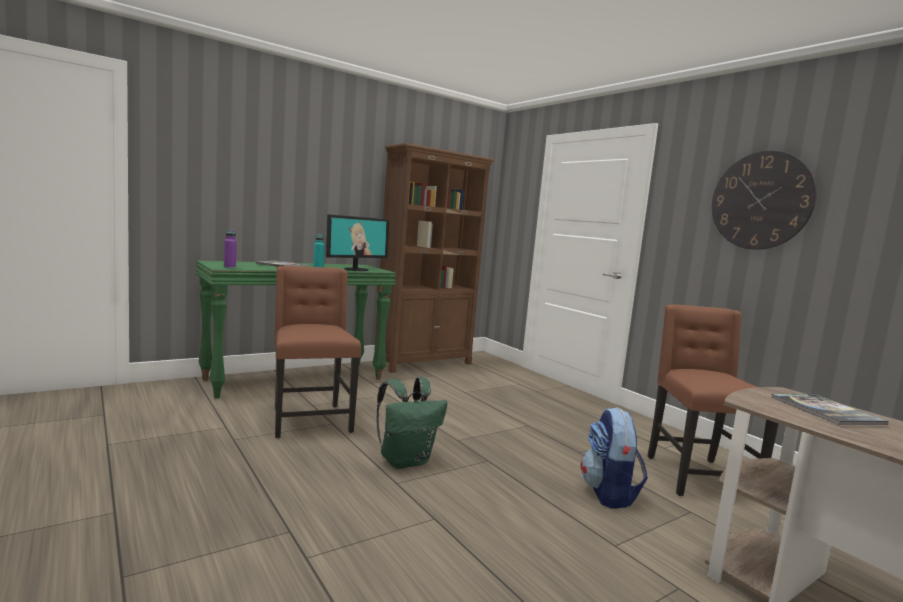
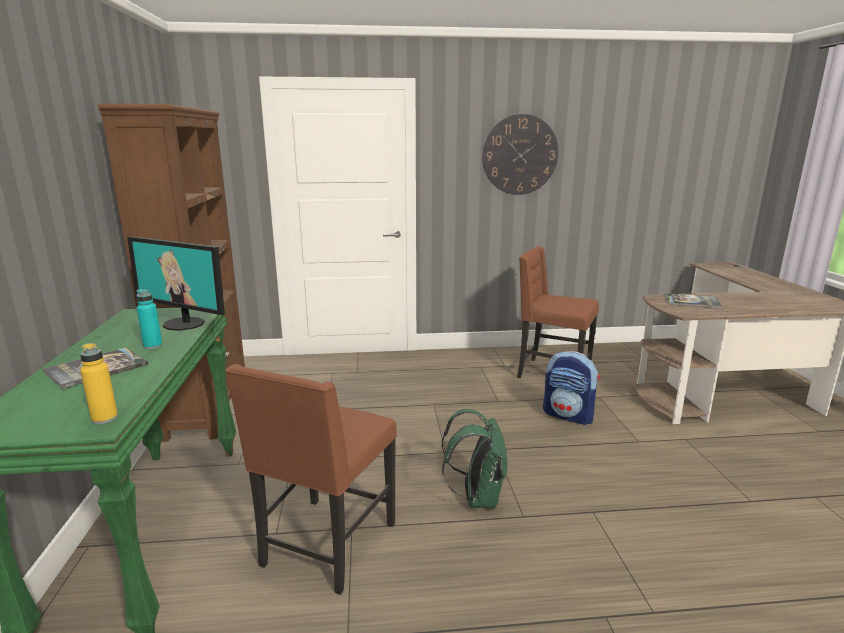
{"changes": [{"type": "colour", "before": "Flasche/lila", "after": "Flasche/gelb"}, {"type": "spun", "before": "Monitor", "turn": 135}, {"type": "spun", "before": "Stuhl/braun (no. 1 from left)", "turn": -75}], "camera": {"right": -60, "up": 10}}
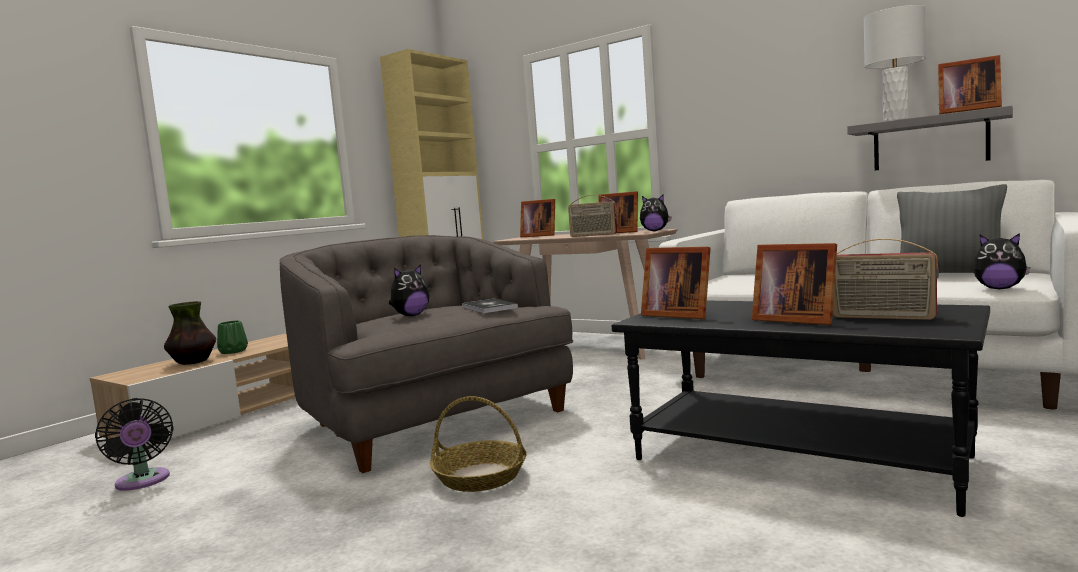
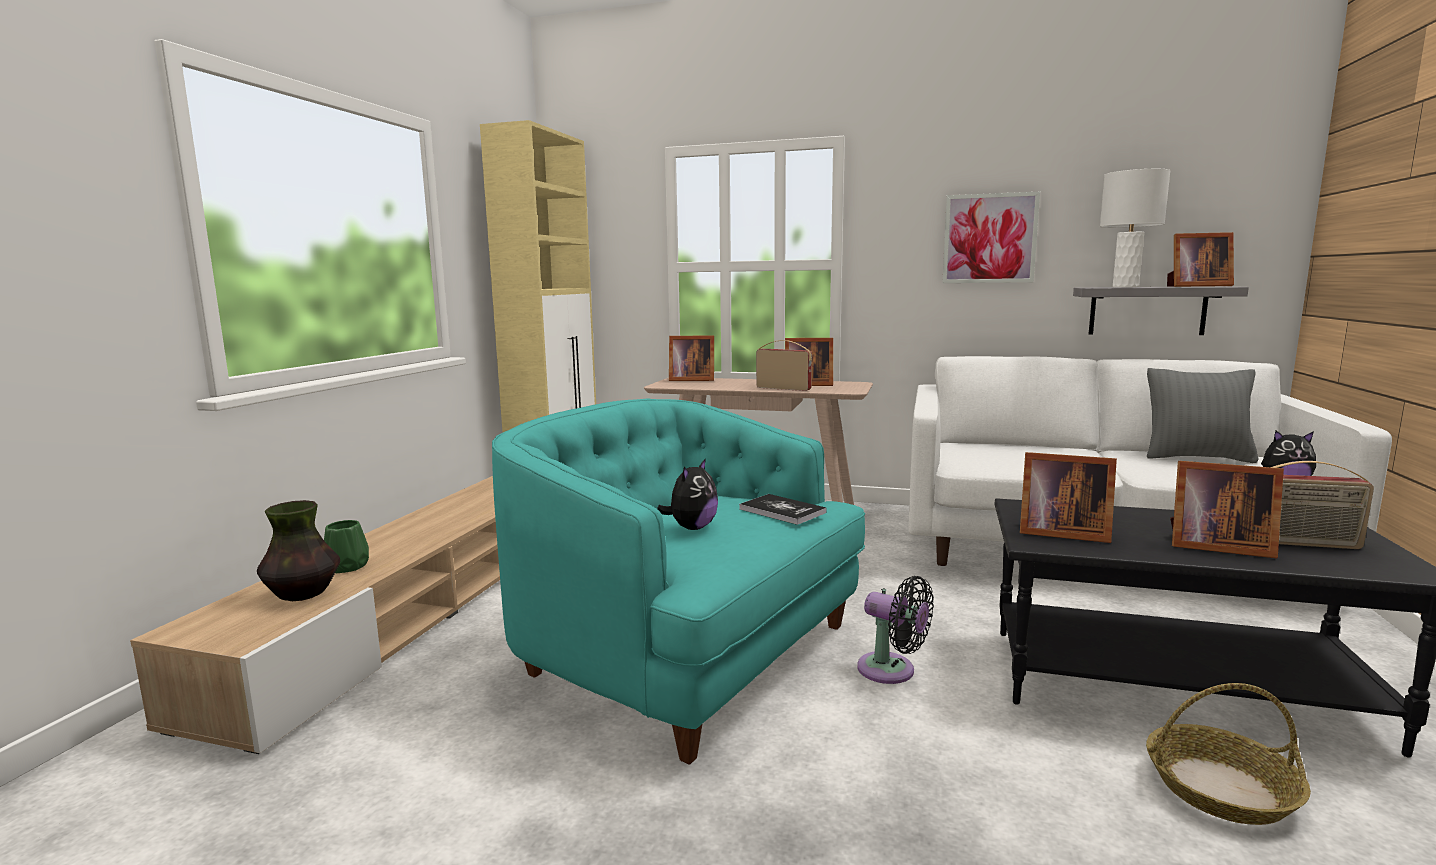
{"changes": [{"type": "colour", "before": "Sessel/grau", "after": "Sessel/türkis"}, {"type": "spun", "before": "Radio (no. 1 from left)", "turn": -150}, {"type": "relocated", "before": "Ventilator/schwarz"}, {"type": "appeared", "after": "Bild"}, {"type": "relocated", "before": "Korb"}, {"type": "missing", "before": "Plüschtier (no. 2 from left)"}], "camera": {"right": -20, "up": 5}}
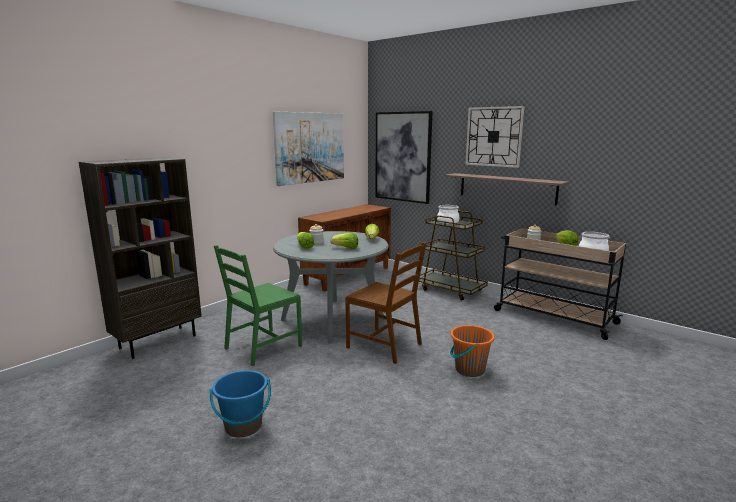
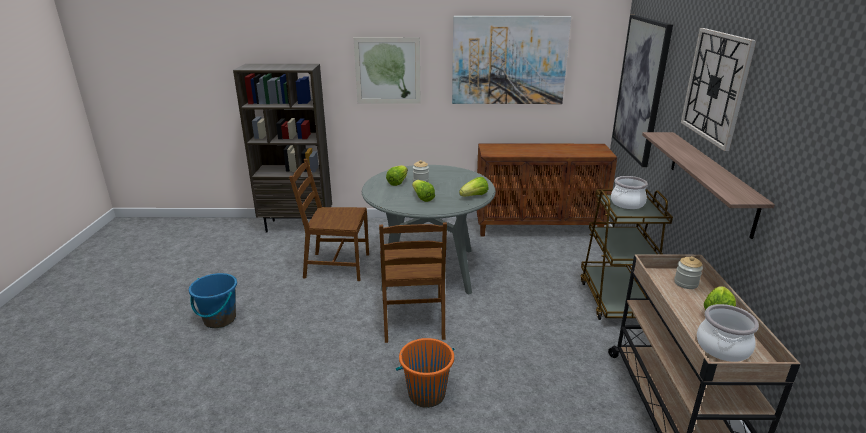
{"changes": [{"type": "colour", "before": "Stuhl/grün", "after": "Stuhl/braun (no. 1 from left)"}, {"type": "appeared", "after": "Bild (no. 1 from left)"}], "camera": {"right": 50, "up": 10}}
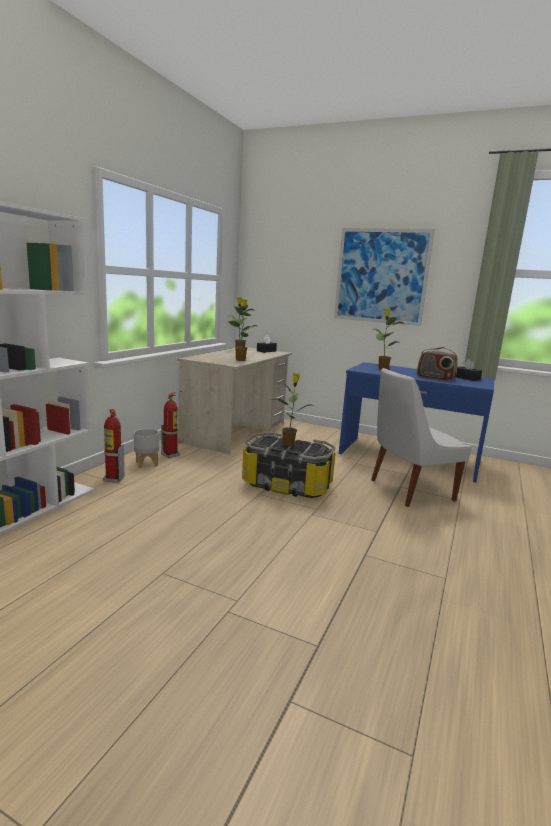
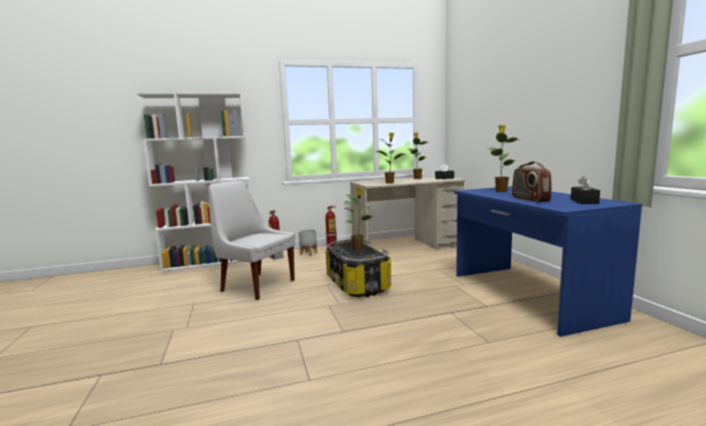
{"changes": [{"type": "relocated", "before": "Stuhl/weiß"}, {"type": "missing", "before": "Bild"}], "camera": {"right": 50, "up": -5}}
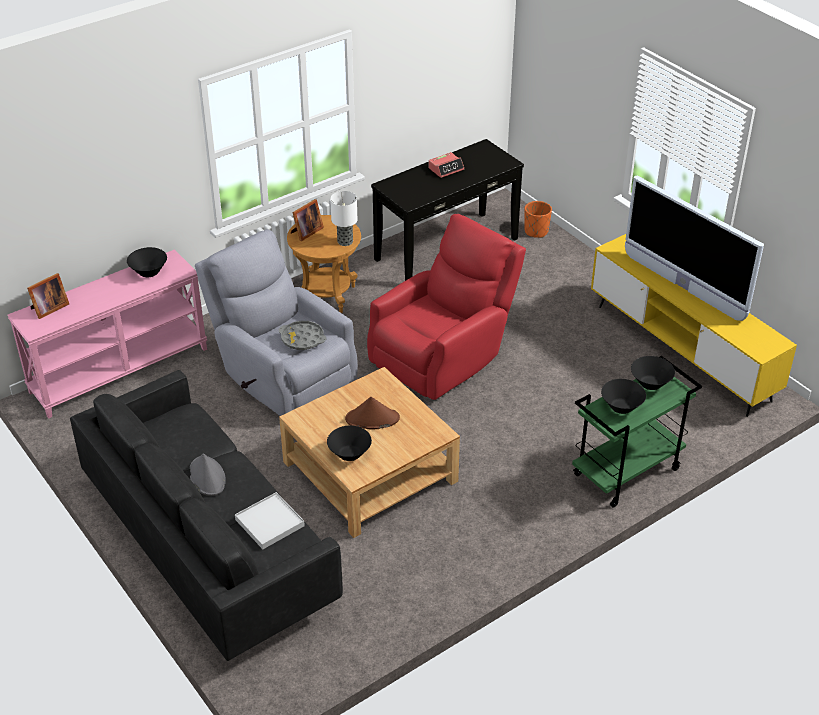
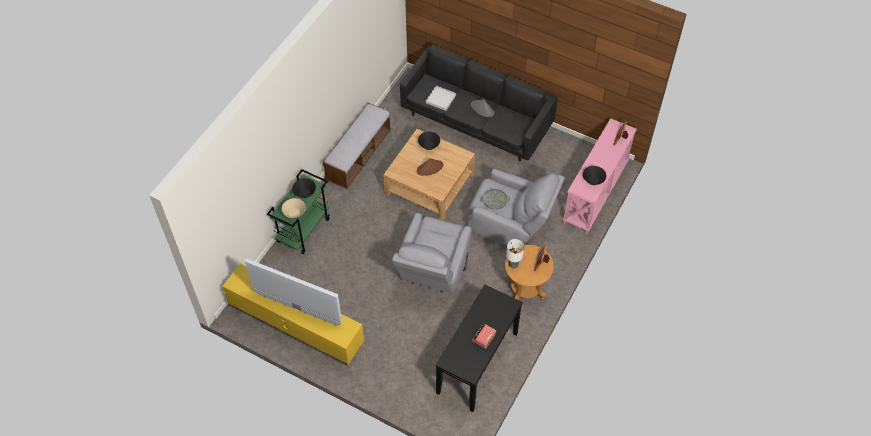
{"changes": [{"type": "colour", "before": "Schüssel/schwarz (no. 4 from left)", "after": "Schüssel/beige"}, {"type": "appeared", "after": "Bank"}, {"type": "colour", "before": "Sessel/rot", "after": "Sessel/grau (no. 1 from left)"}, {"type": "missing", "before": "Pflanzkübel/orange"}], "camera": {"right": 155, "up": 15}}
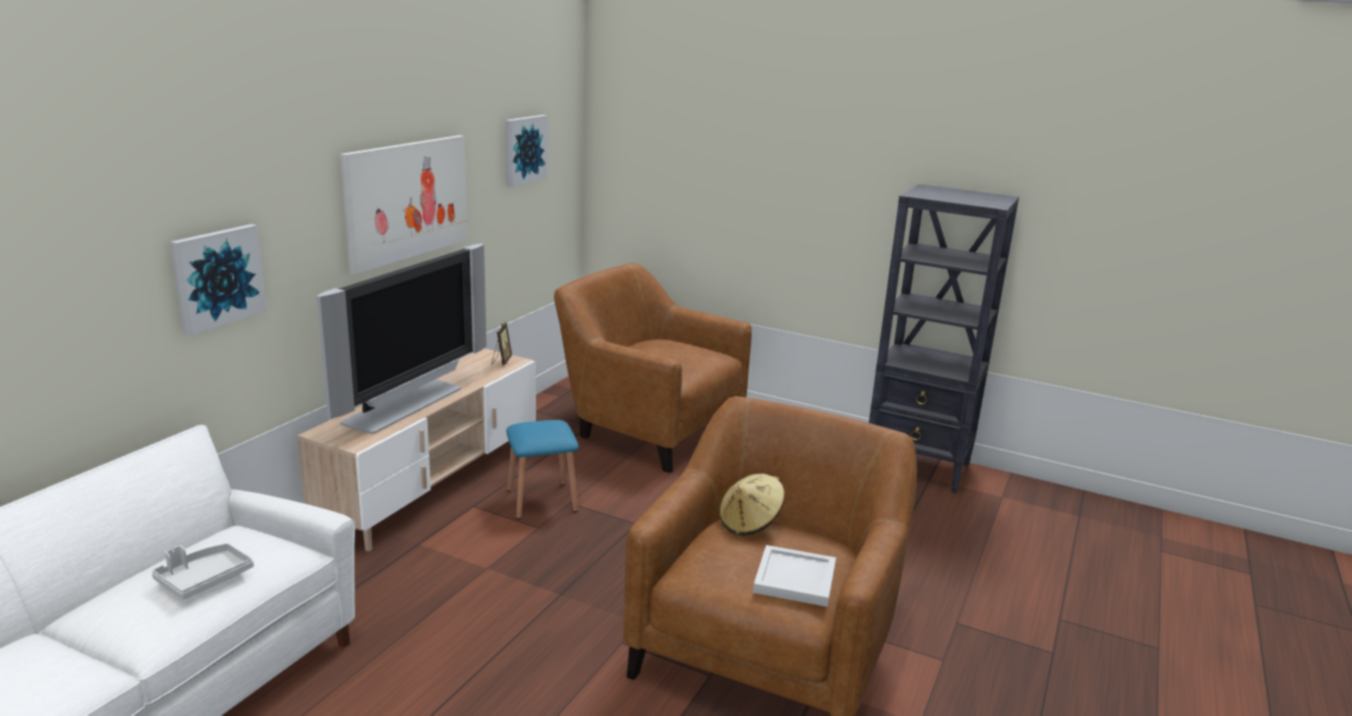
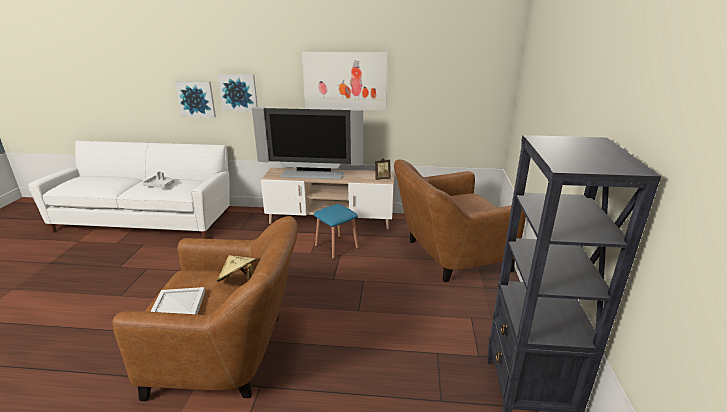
{"changes": [{"type": "relocated", "before": "Bild (no. 3 from left in the first image)", "after": "Bild (no. 1 from left)"}, {"type": "spun", "before": "Sessel/braun (no. 1 from left in the first image)", "turn": -120}], "camera": {"right": 70, "up": 5}}
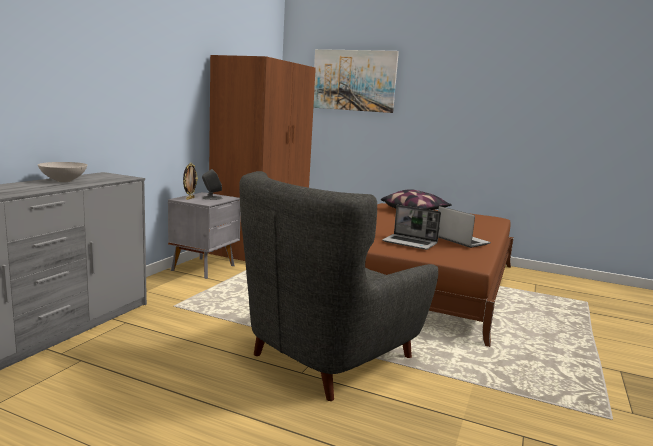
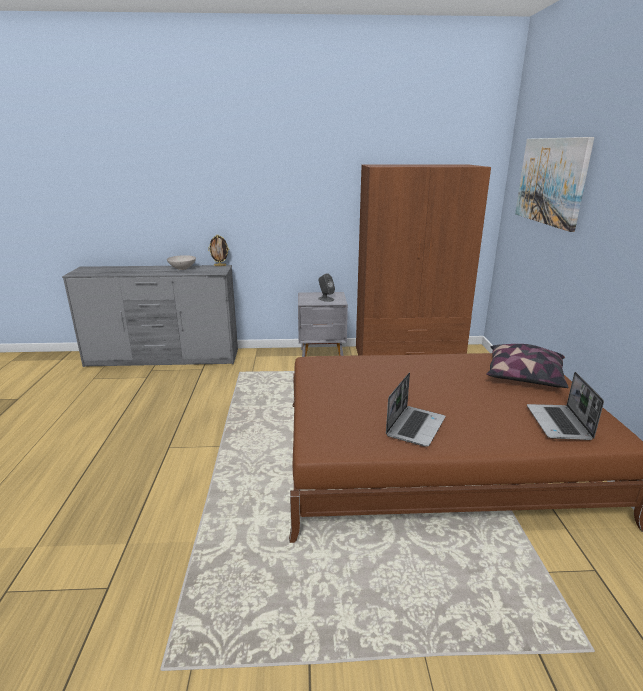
{"changes": [{"type": "relocated", "before": "Bilderrahmen"}, {"type": "relocated", "before": "Laptop (no. 1 from left in the first image)", "after": "Laptop (no. 2 from left)"}, {"type": "missing", "before": "Sessel/grau"}], "camera": {"right": 65, "up": 10}}
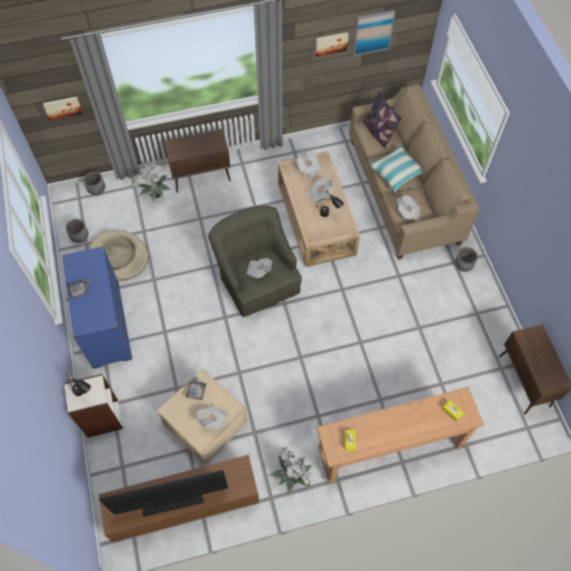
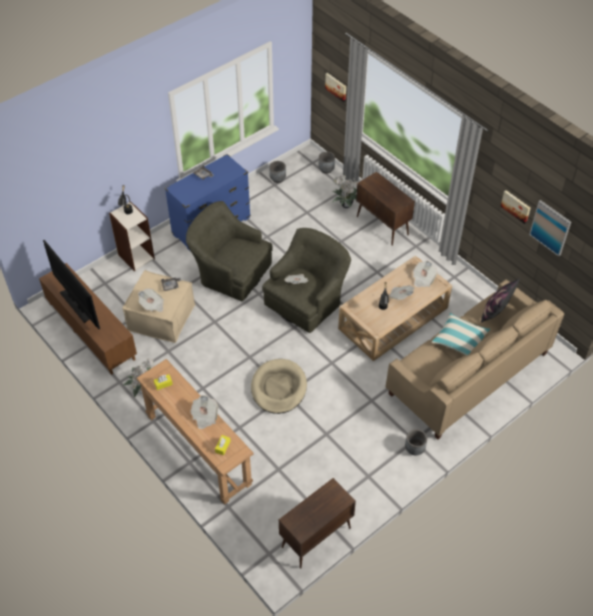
{"changes": [{"type": "appeared", "after": "Sessel/grün (no. 1 from left)"}, {"type": "relocated", "before": "Zeitung (no. 5 from left in the first image)", "after": "Zeitung (no. 2 from left)"}, {"type": "relocated", "before": "Hundebett/beige"}], "camera": {"right": 65, "up": -10}}
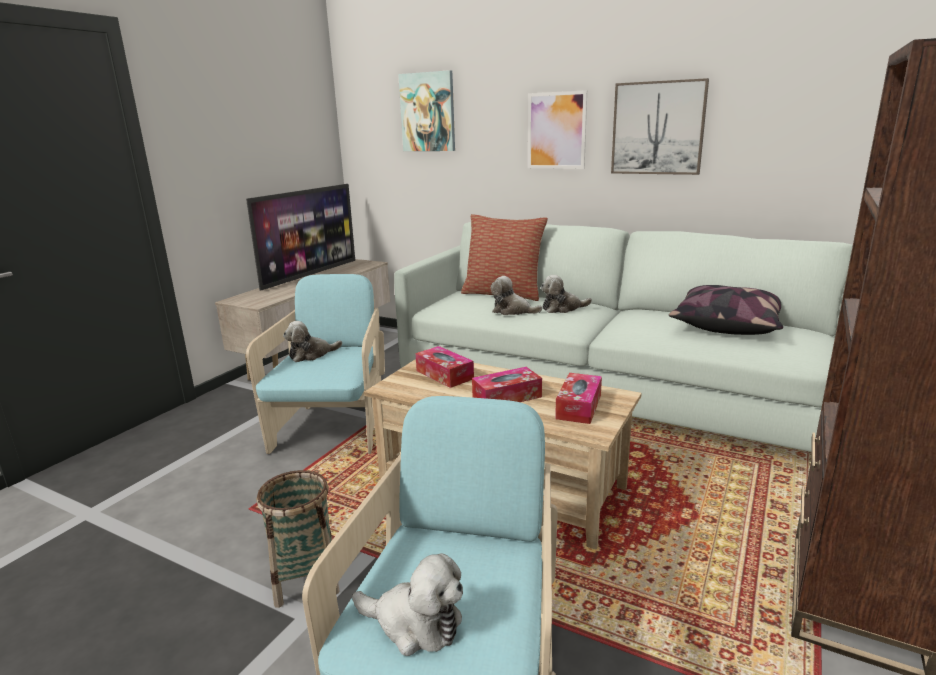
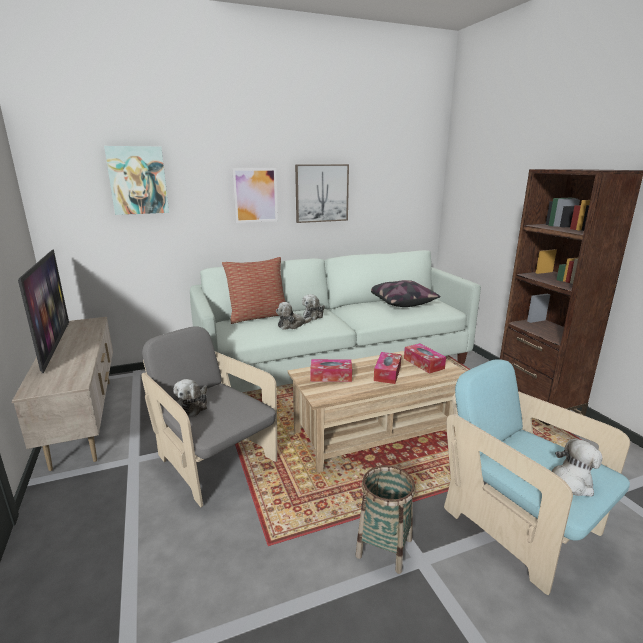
{"changes": [{"type": "colour", "before": "Sessel/türkis (no. 1 from left)", "after": "Sessel/grau"}], "camera": {"right": -50, "up": 0}}
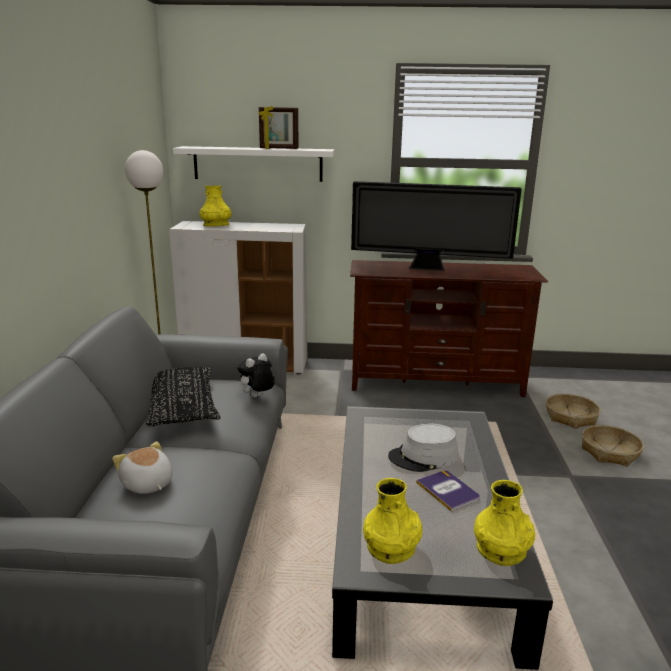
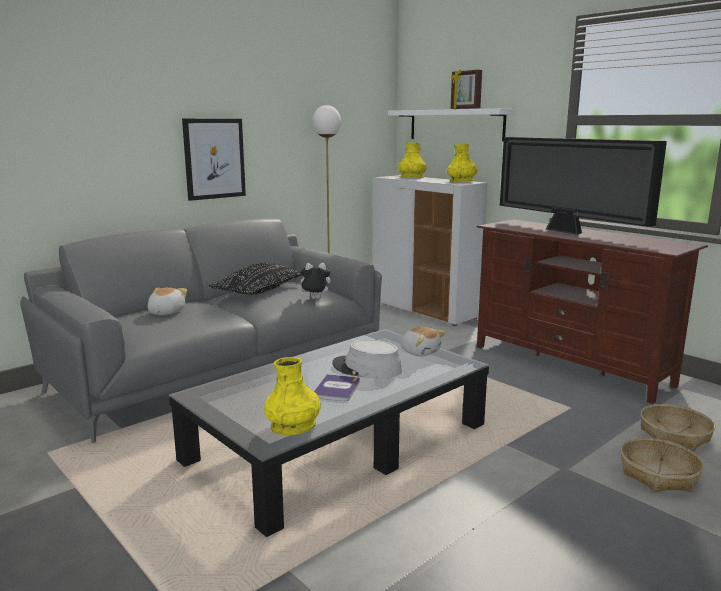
{"changes": [{"type": "appeared", "after": "Bild"}, {"type": "appeared", "after": "Plüschtier (no. 3 from left)"}, {"type": "relocated", "before": "Vase/gelb (no. 2 from left in the first image)", "after": "Vase/gelb (no. 3 from left)"}], "camera": {"right": 45, "up": -5}}
